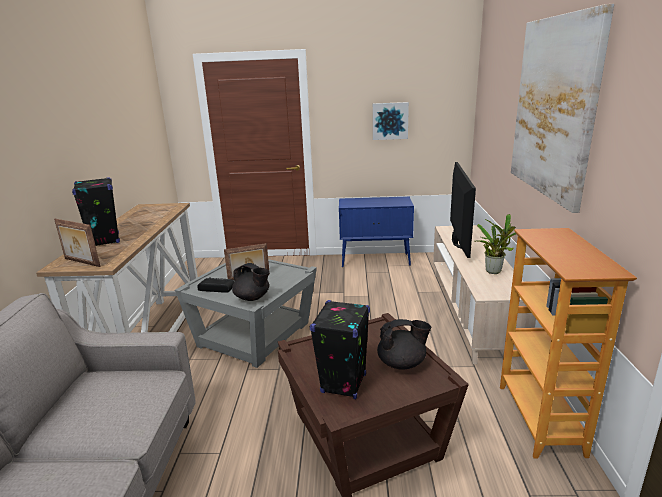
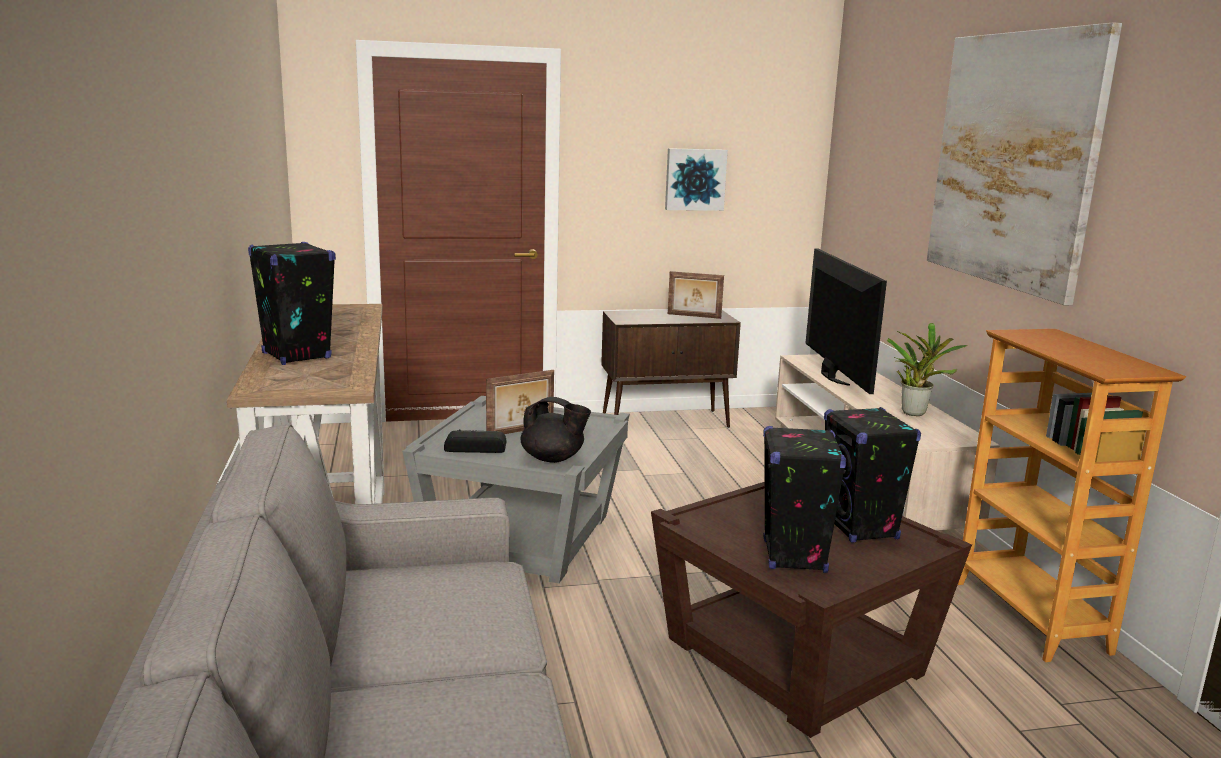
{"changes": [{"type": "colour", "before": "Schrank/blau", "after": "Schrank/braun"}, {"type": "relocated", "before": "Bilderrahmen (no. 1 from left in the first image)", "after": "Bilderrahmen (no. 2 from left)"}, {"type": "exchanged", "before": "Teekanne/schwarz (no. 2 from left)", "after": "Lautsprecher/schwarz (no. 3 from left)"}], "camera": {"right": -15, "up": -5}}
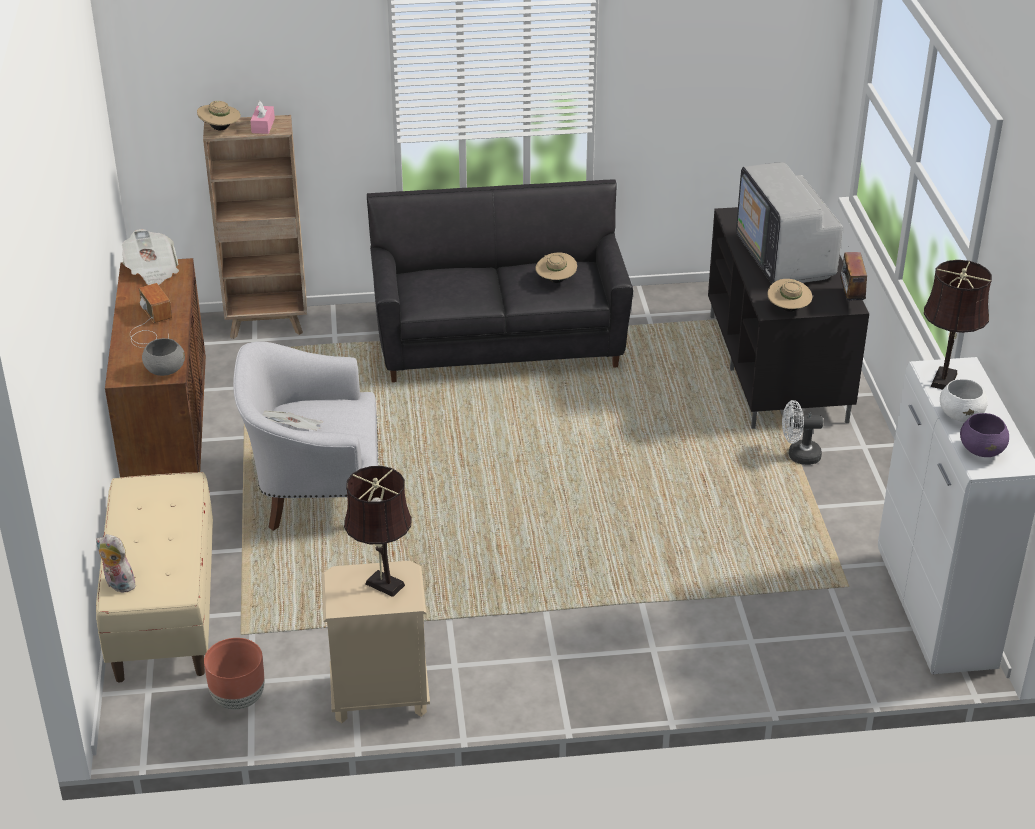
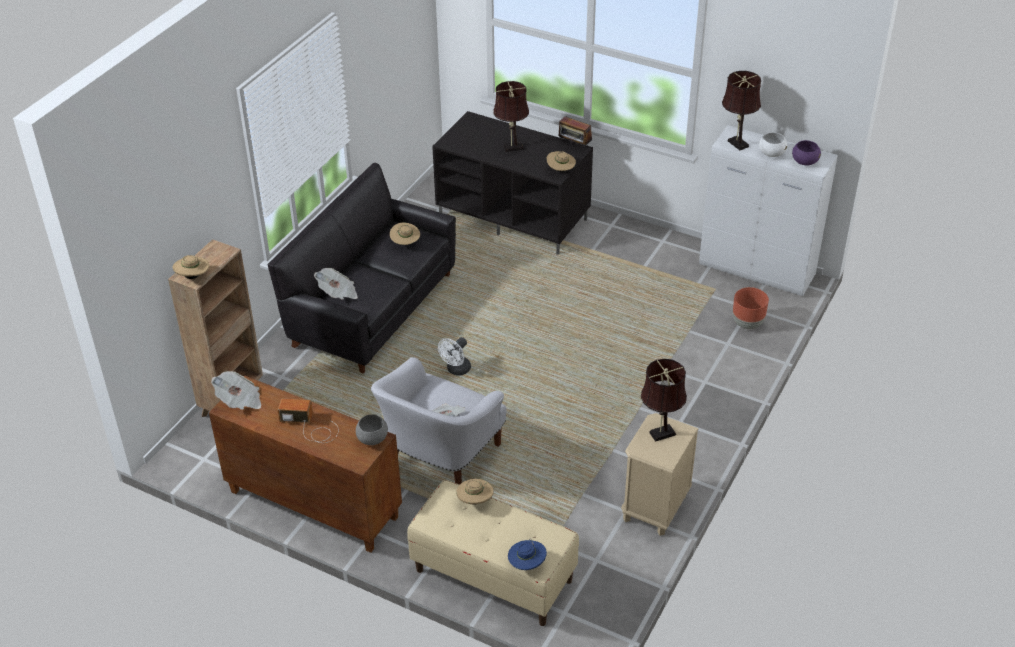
{"changes": [{"type": "appeared", "after": "Zeitung (no. 2 from left)"}, {"type": "relocated", "before": "Ventilator/weiß"}, {"type": "appeared", "after": "Hut/beige (no. 3 from left)"}, {"type": "exchanged", "before": "Fernseher", "after": "Tischlampe/braun (no. 1 from left)"}, {"type": "exchanged", "before": "Plüschtier", "after": "Hut/blau"}, {"type": "relocated", "before": "Pflanzkübel/braun"}, {"type": "missing", "before": "Taschentuchbox/rosa"}], "camera": {"right": -55, "up": 5}}
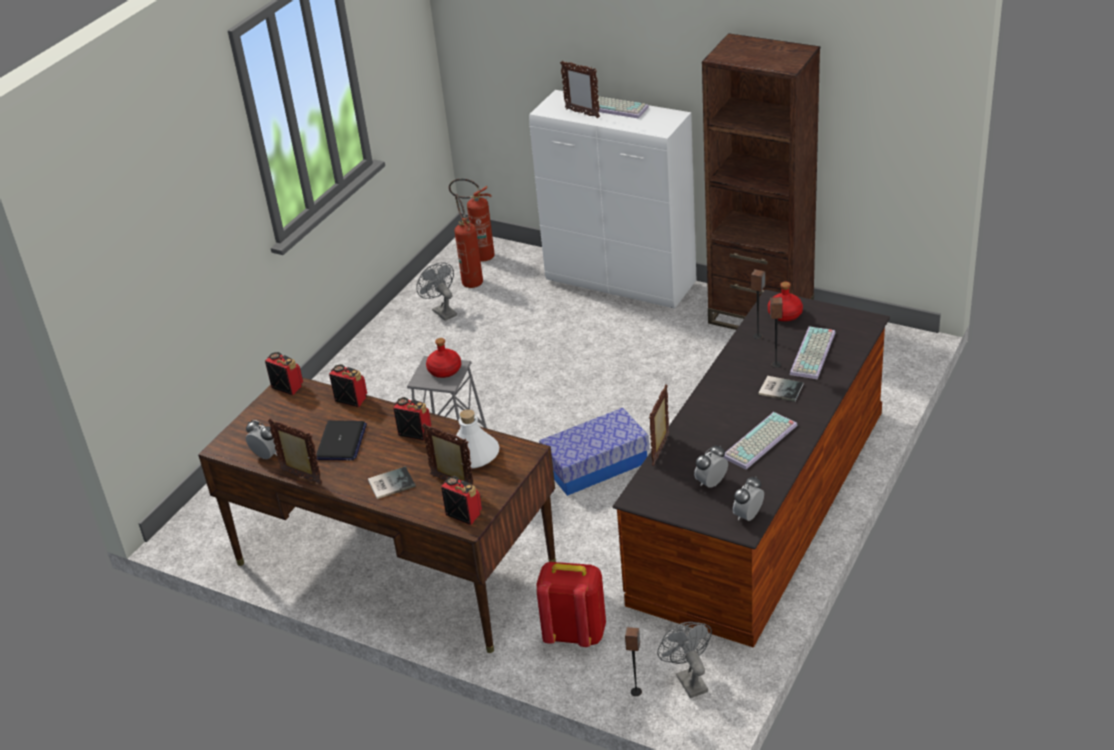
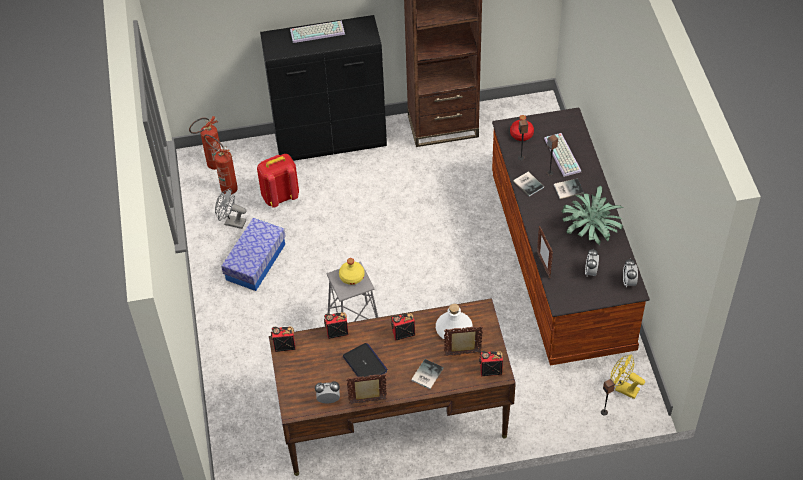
{"changes": [{"type": "relocated", "before": "Aufbewahrungsbox"}, {"type": "relocated", "before": "Rucksack/rot"}, {"type": "colour", "before": "Schrank/weiß", "after": "Schrank/schwarz"}, {"type": "colour", "before": "Flasche/rot (no. 1 from left)", "after": "Flasche/gelb"}, {"type": "appeared", "after": "Buch (no. 2 from left)"}, {"type": "exchanged", "before": "Tastatur (no. 2 from left)", "after": "Topfpflanze"}, {"type": "colour", "before": "Ventilator/grau (no. 2 from left)", "after": "Ventilator/gelb"}, {"type": "missing", "before": "Bilderrahmen (no. 3 from left)"}], "camera": {"right": -40, "up": 15}}
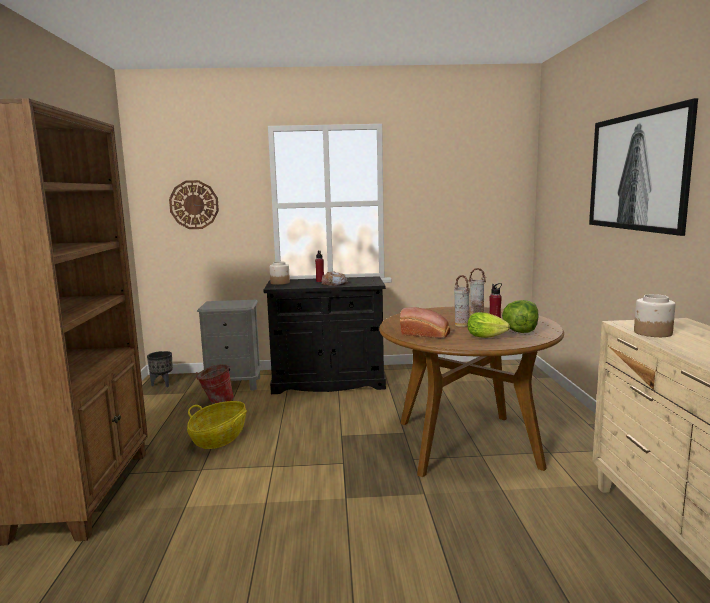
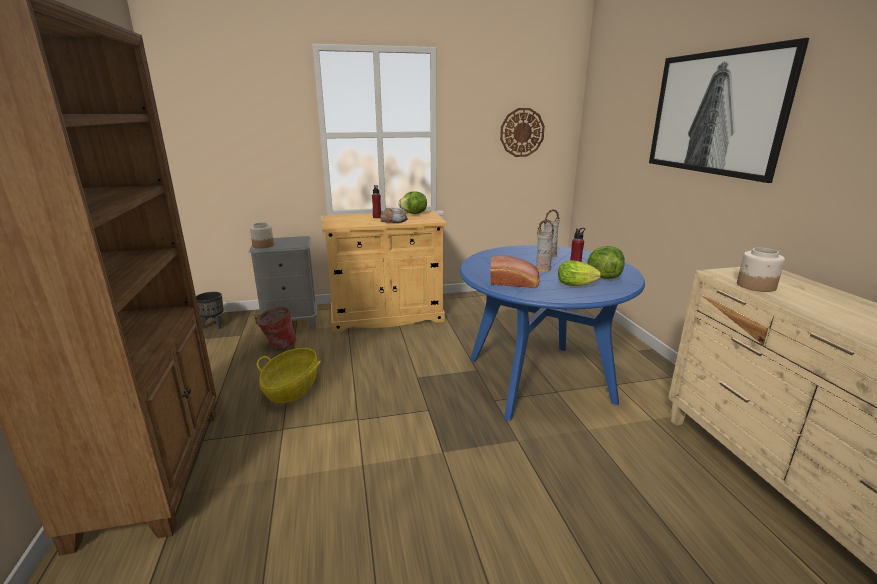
{"changes": [{"type": "relocated", "before": "Vorratsglas (no. 1 from left)"}, {"type": "colour", "before": "Schrank/schwarz", "after": "Schrank/beige"}, {"type": "appeared", "after": "Salatkopf (no. 1 from left)"}, {"type": "colour", "before": "Esstisch/braun", "after": "Esstisch/blau"}, {"type": "relocated", "before": "Wanduhr"}], "camera": {"right": -10, "up": 10}}
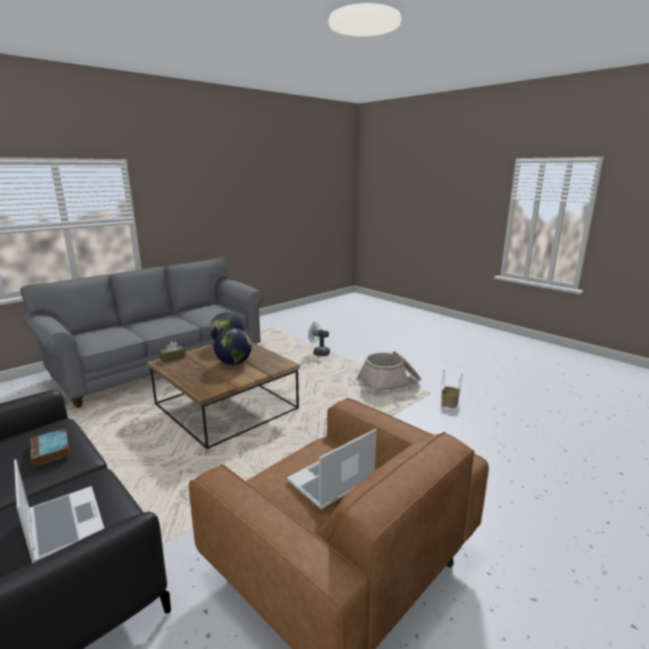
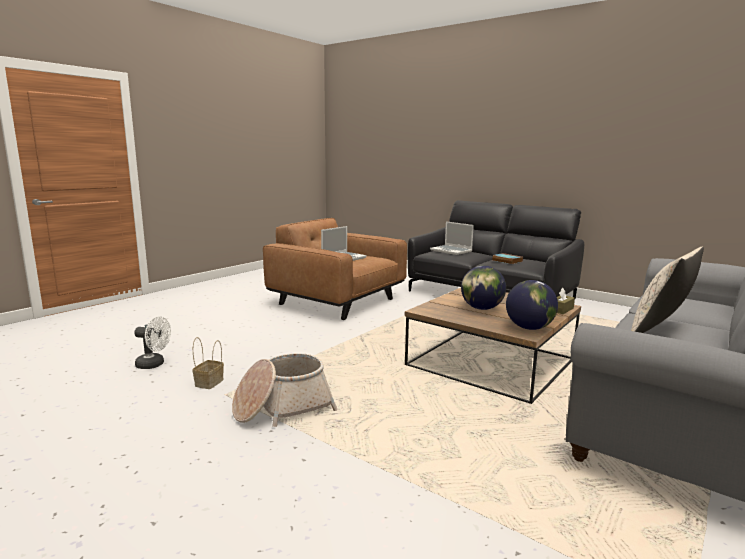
{"changes": [{"type": "relocated", "before": "Ventilator/weiß"}, {"type": "appeared", "after": "Kissen/beige"}], "camera": {"right": 170, "up": -5}}
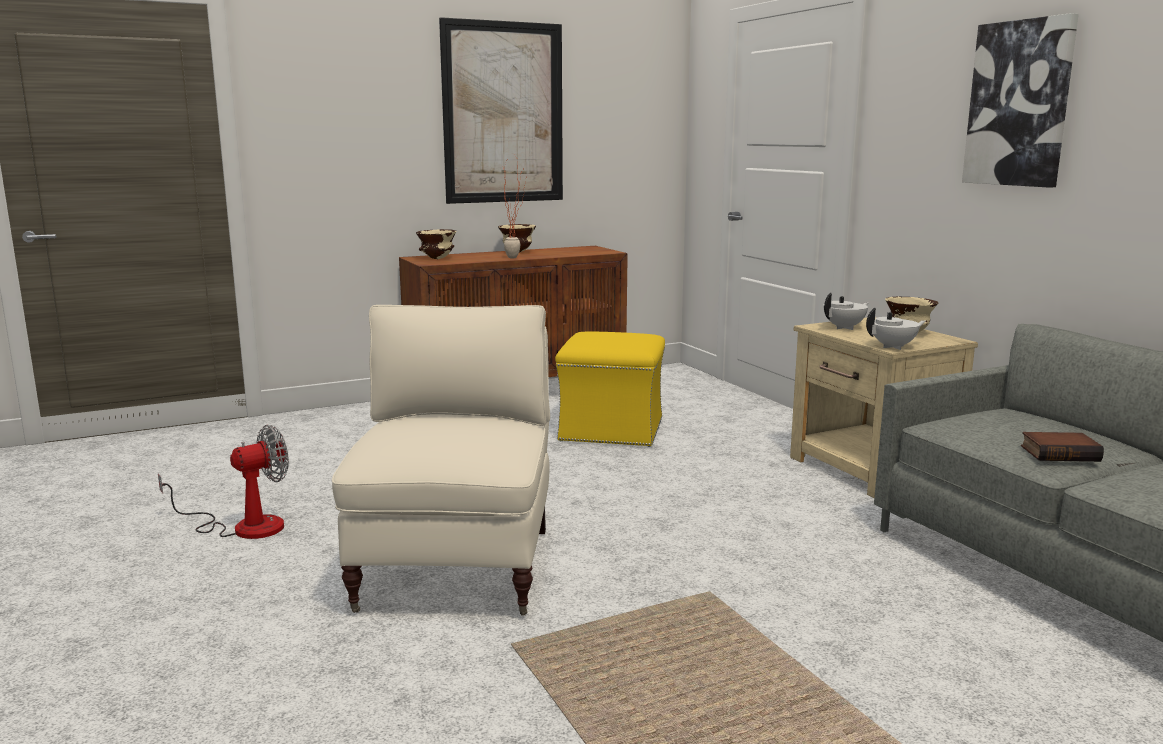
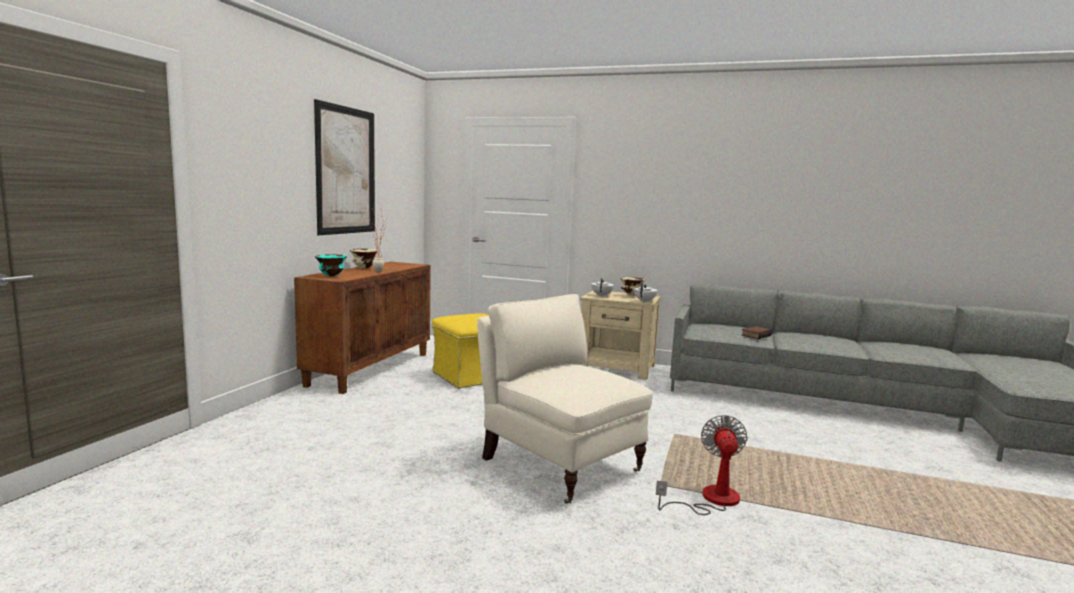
{"changes": [{"type": "colour", "before": "Schüssel/beige (no. 1 from left)", "after": "Schüssel/türkis"}, {"type": "relocated", "before": "Ventilator"}, {"type": "missing", "before": "Bild (no. 2 from left)"}], "camera": {"right": -45, "up": -5}}
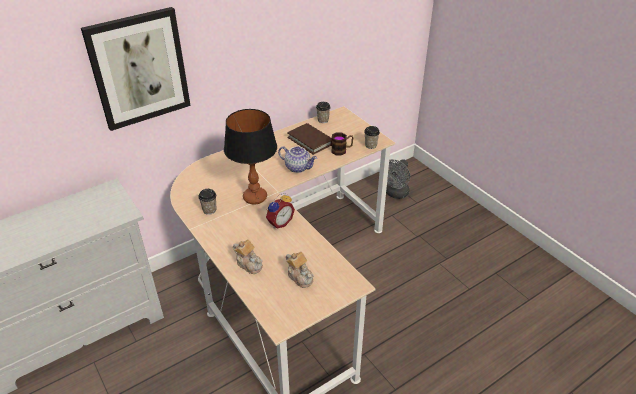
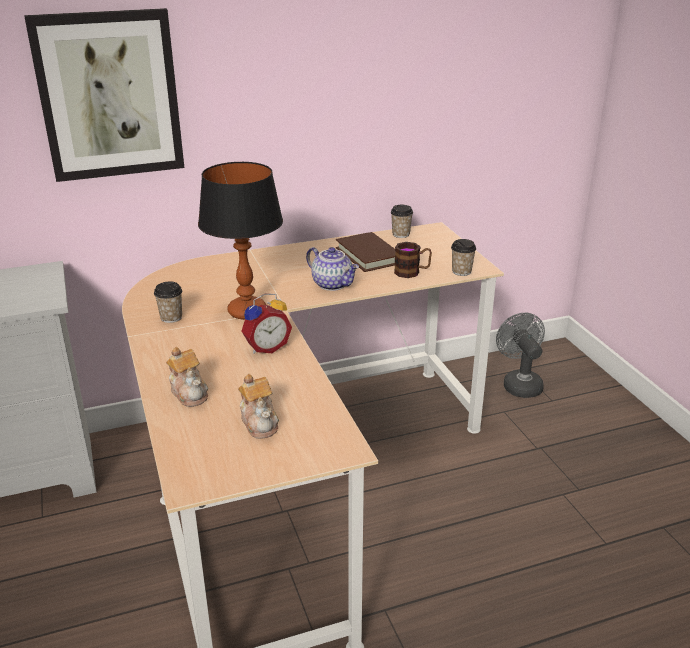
{"changes": [{"type": "spun", "before": "Ventilator/grau", "turn": 120}], "camera": {"right": 15, "up": -10}}
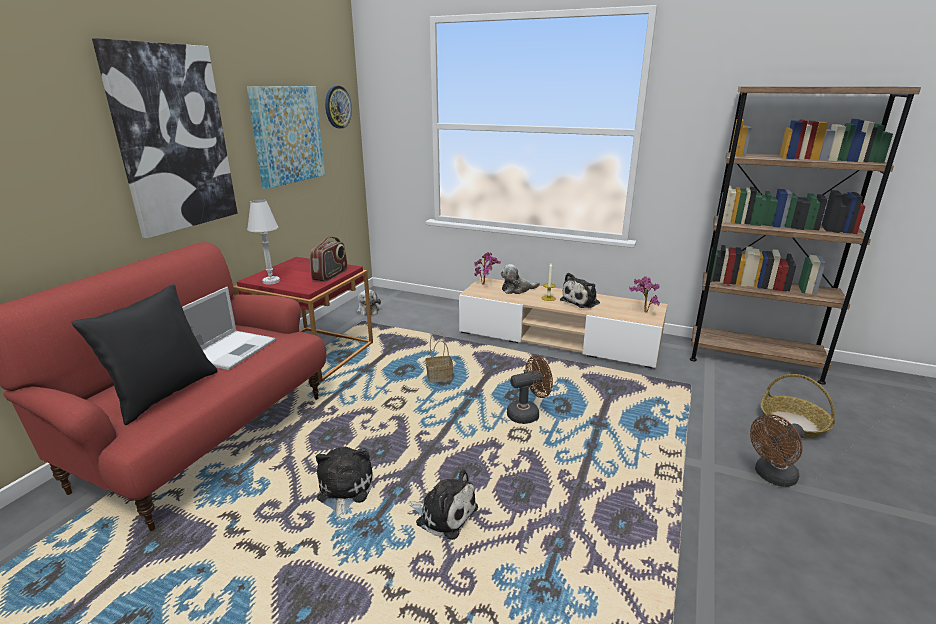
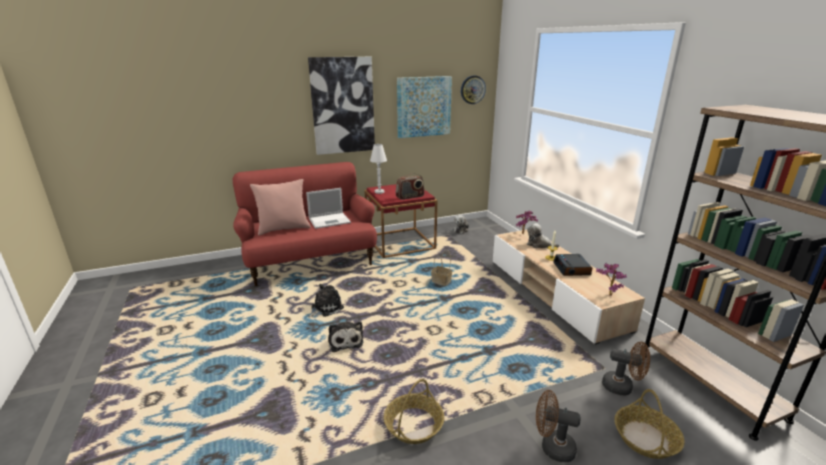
{"changes": [{"type": "colour", "before": "Kissen/schwarz", "after": "Kissen/rosa"}, {"type": "appeared", "after": "Korb (no. 1 from left)"}, {"type": "exchanged", "before": "Plüschtier (no. 5 from left)", "after": "Wecker"}, {"type": "relocated", "before": "Ventilator/braun (no. 1 from left in the first image)", "after": "Ventilator/braun (no. 2 from left)"}], "camera": {"right": 45, "up": 0}}
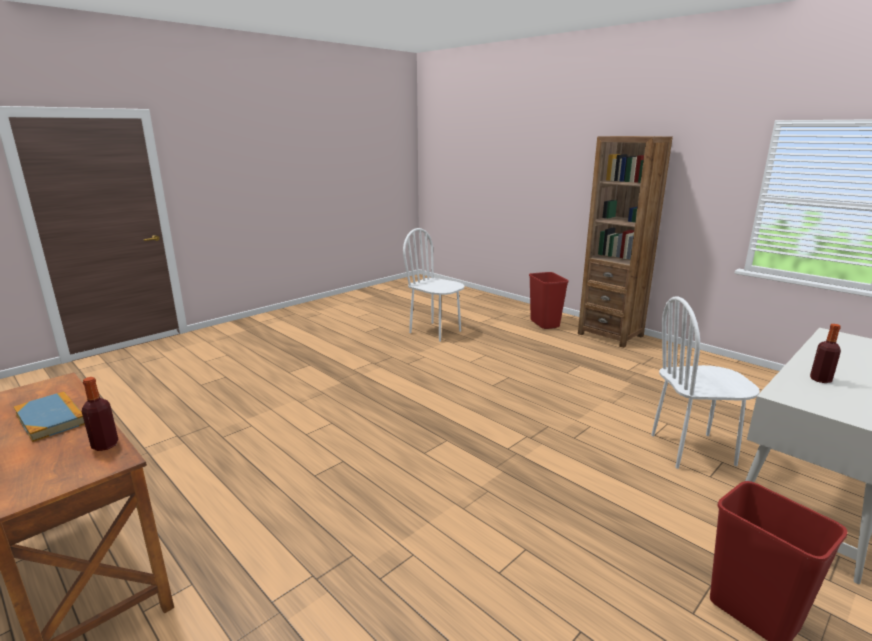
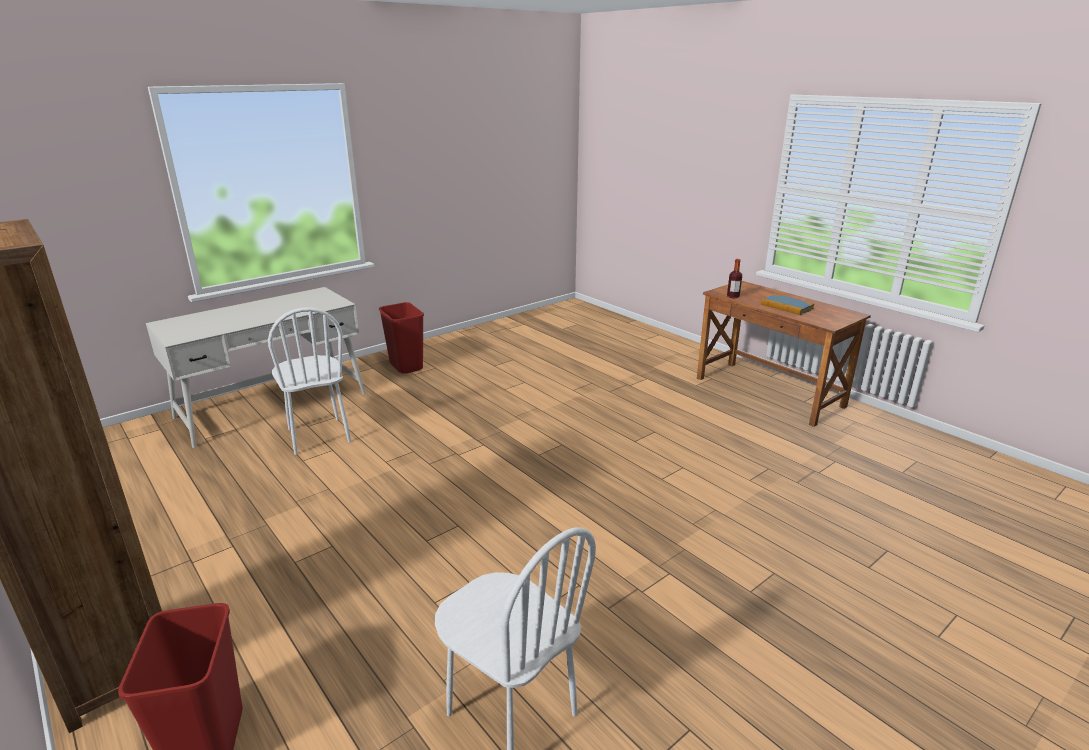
{"changes": [{"type": "spun", "before": "Stuhl/weiß (no. 2 from left in the first image)", "turn": 60}, {"type": "missing", "before": "Flasche (no. 2 from left)"}], "camera": {"right": -175, "up": 5}}
